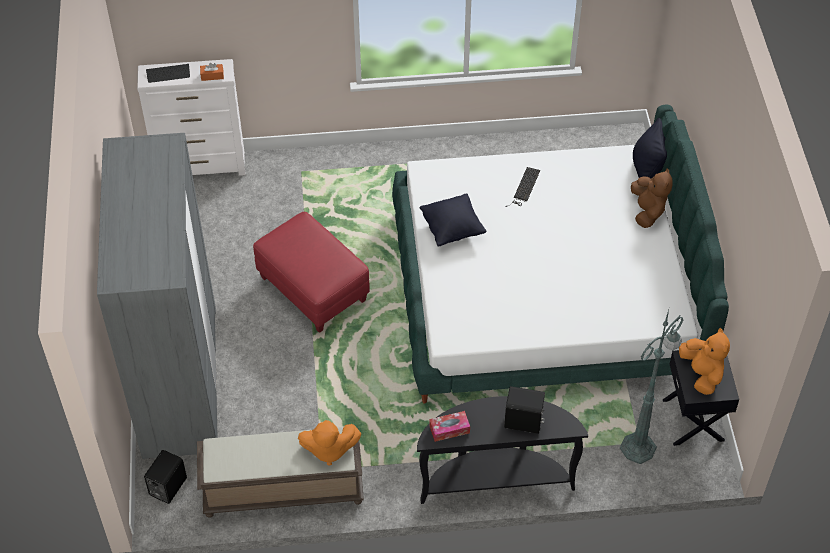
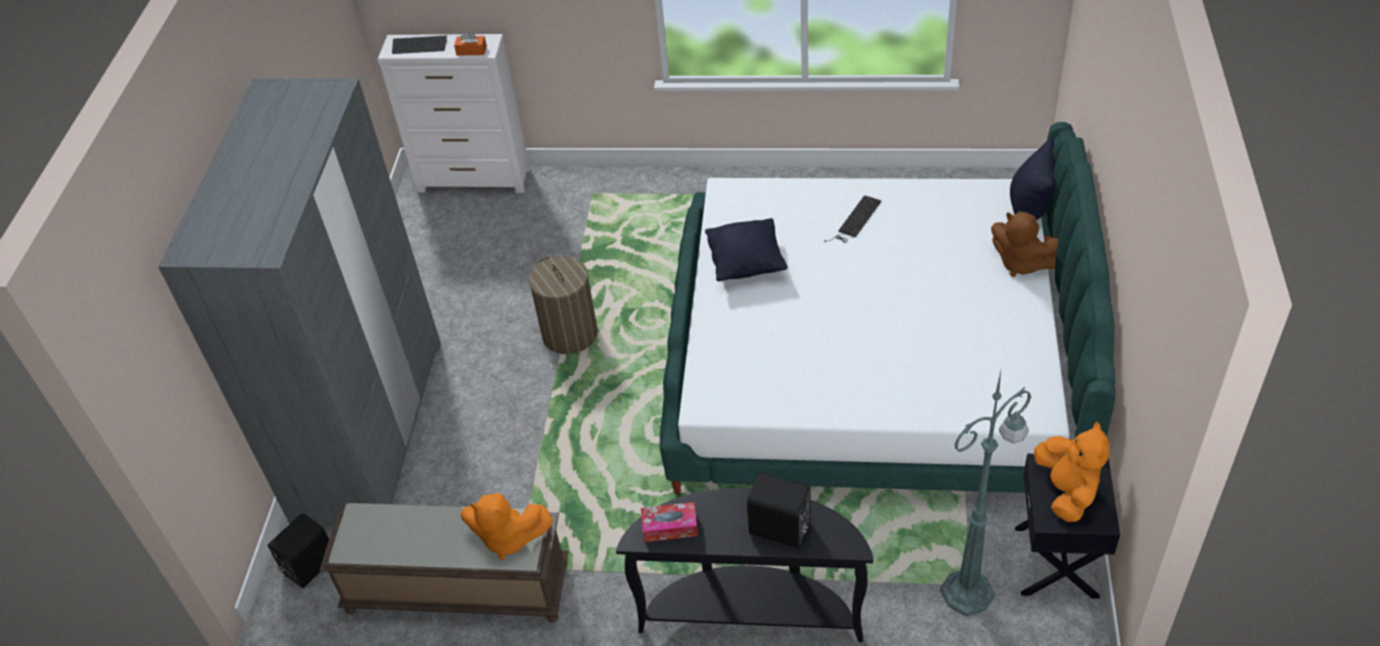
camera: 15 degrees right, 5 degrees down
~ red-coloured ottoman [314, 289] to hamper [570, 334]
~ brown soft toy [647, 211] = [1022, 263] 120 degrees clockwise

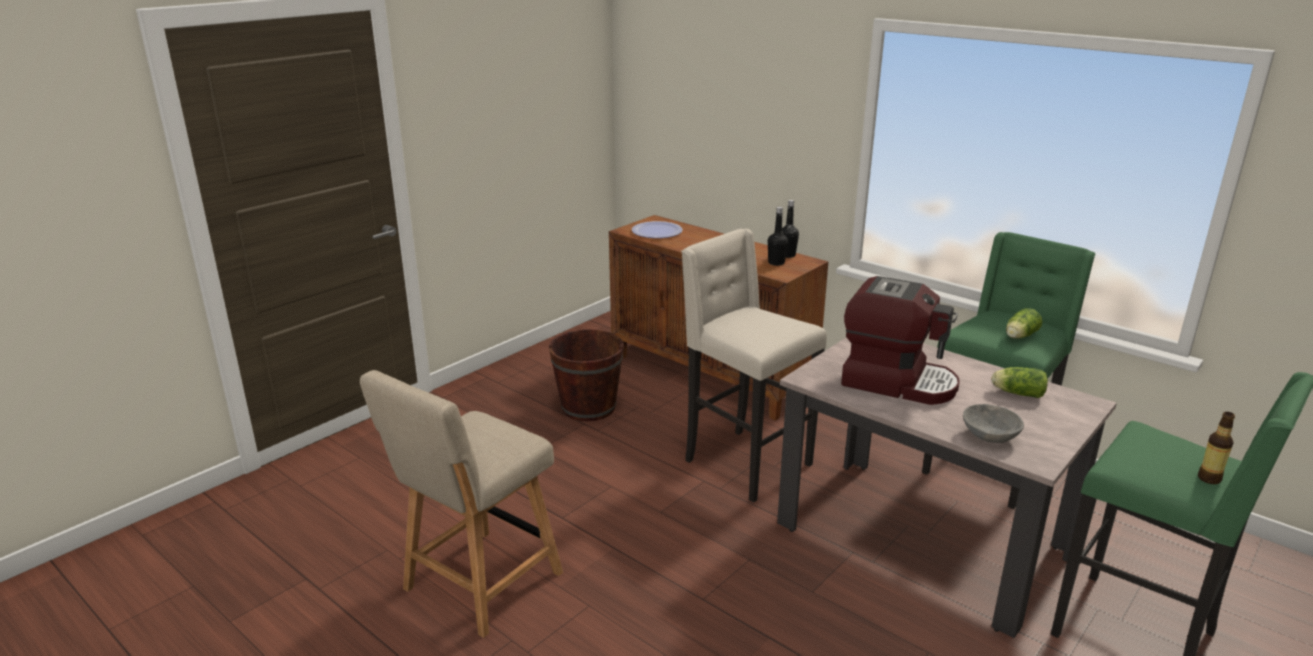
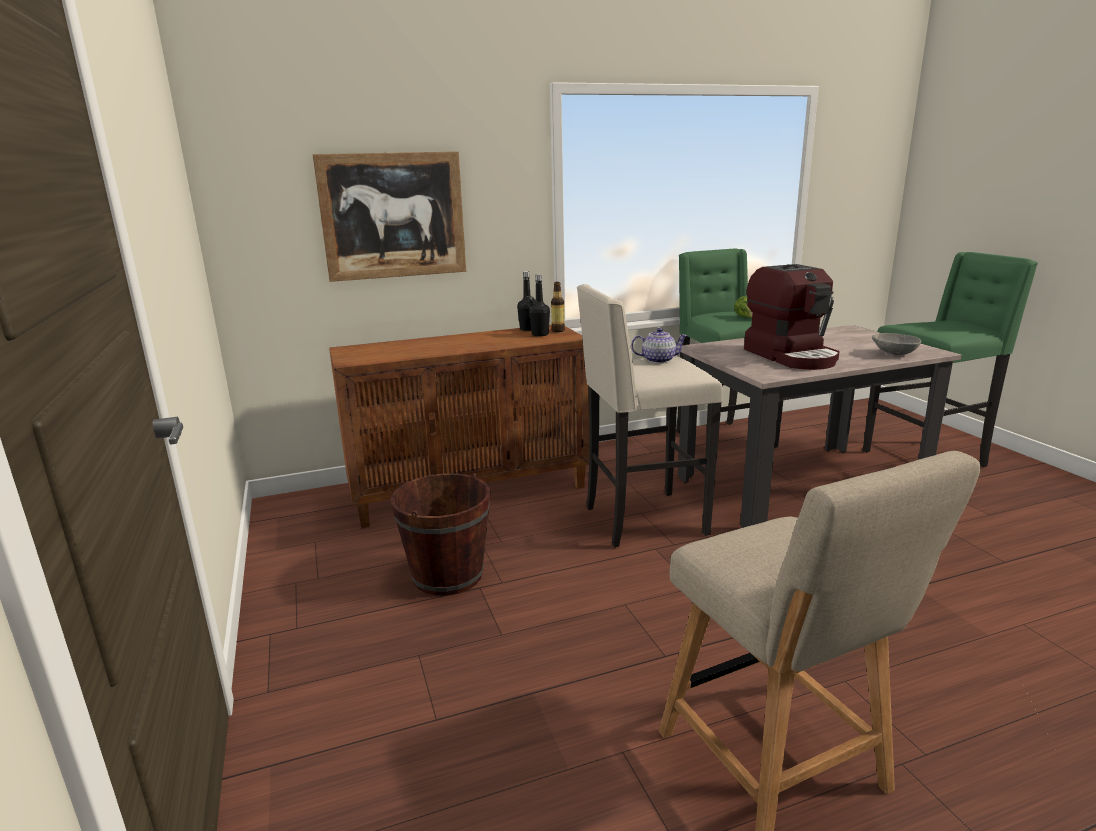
camera: 60 degrees left, 5 degrees down
+ picture [393, 216]
~ beverage bottle [1209, 478] to [558, 330]
+ teapot [658, 360]
~ coffee maker [897, 382] = [792, 356] 105 degrees clockwise
- flat dish [657, 231]
- lettuce [1016, 393]

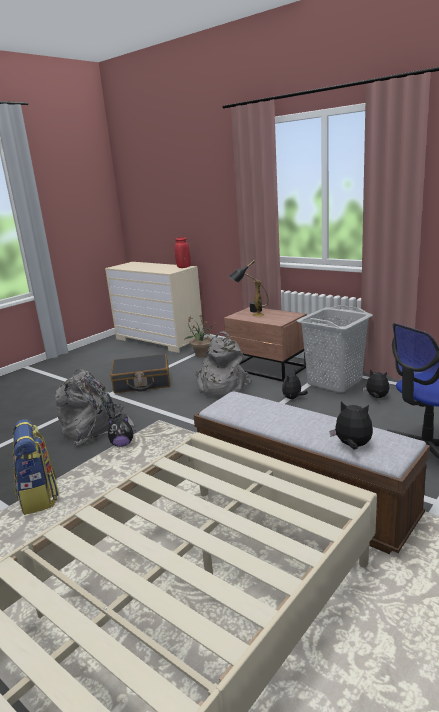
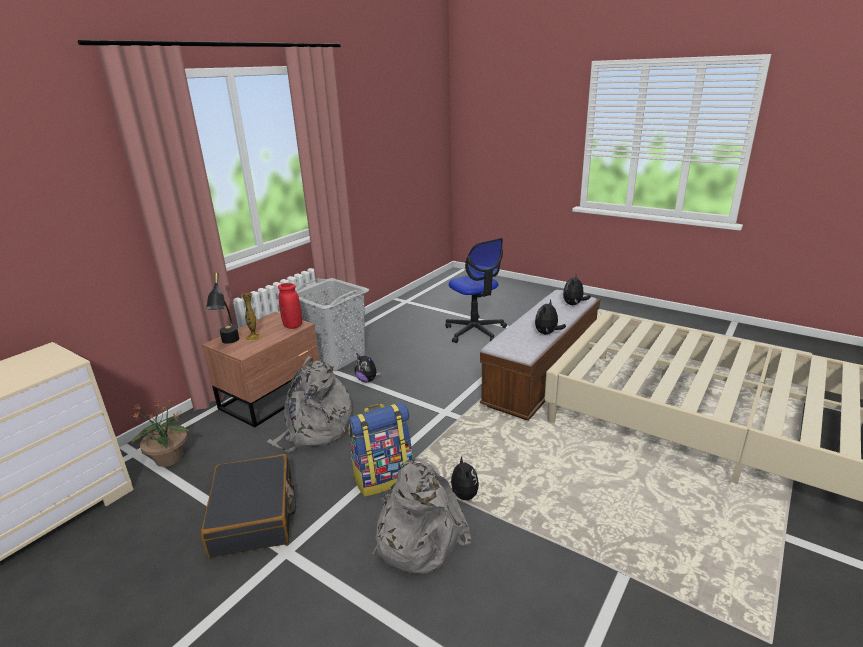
camera: 95 degrees left, 5 degrees up
~ red-coloured flower vase [184, 267] to [293, 326]
~ backpack [39, 497] to [384, 478]
~ soft toy [376, 397] to [547, 333]

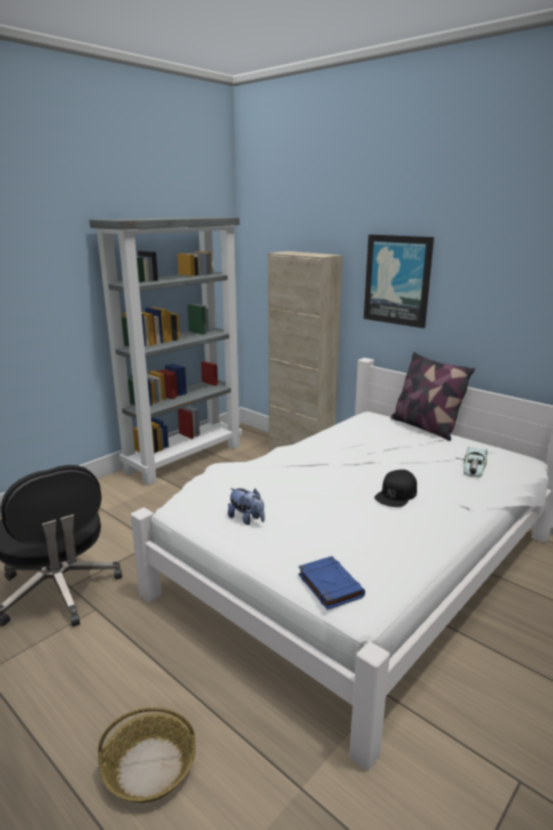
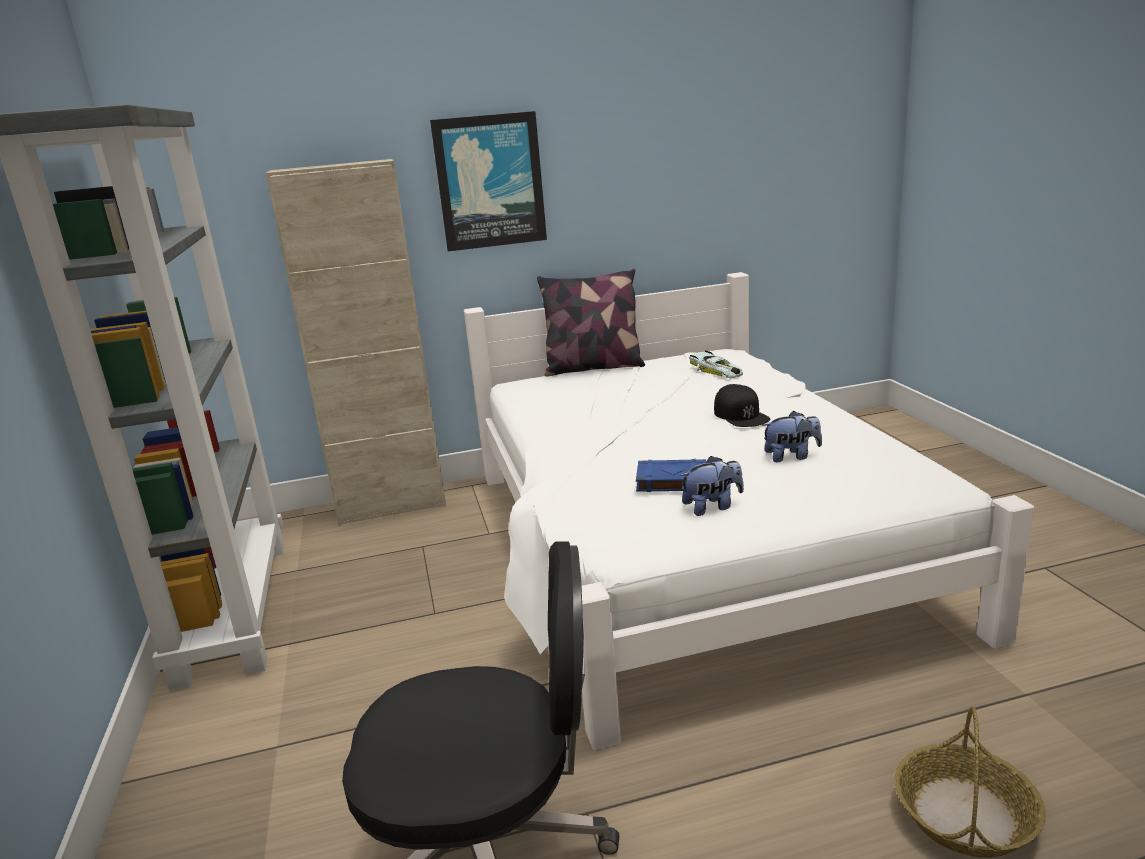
camera: 55 degrees left, 0 degrees up
~ blue volume [329, 585] to [671, 481]
+ soft toy [791, 456]

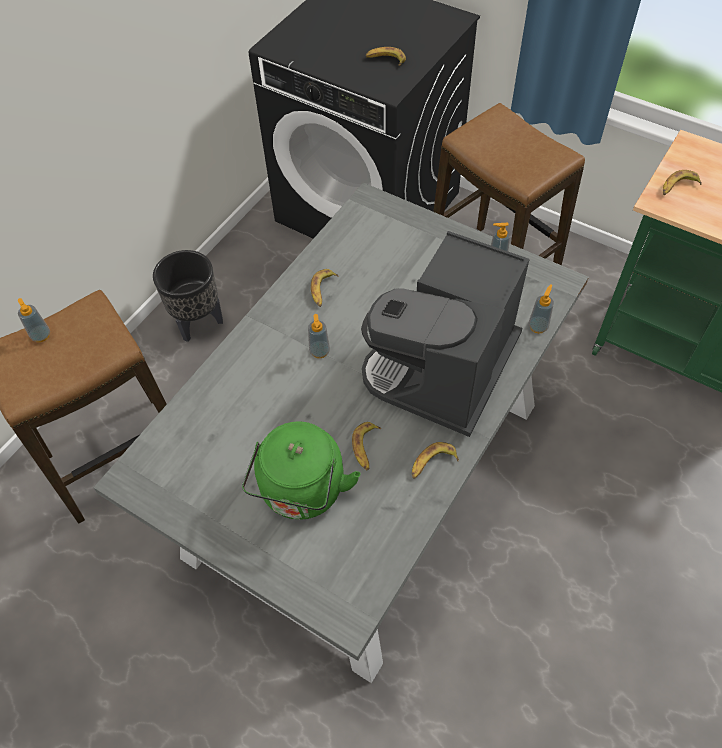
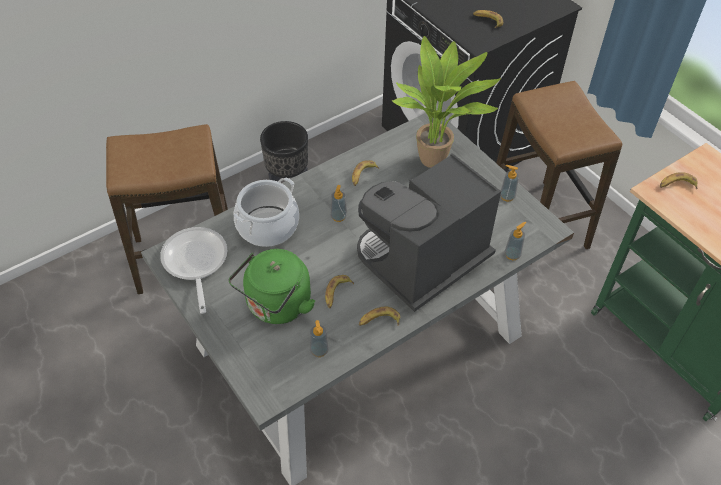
camera: 20 degrees right, 5 degrees down
+ frying pan [195, 263]
+ saucepot [268, 226]
~ soap bottle [41, 335] to [319, 350]
+ plant in a pot [436, 161]

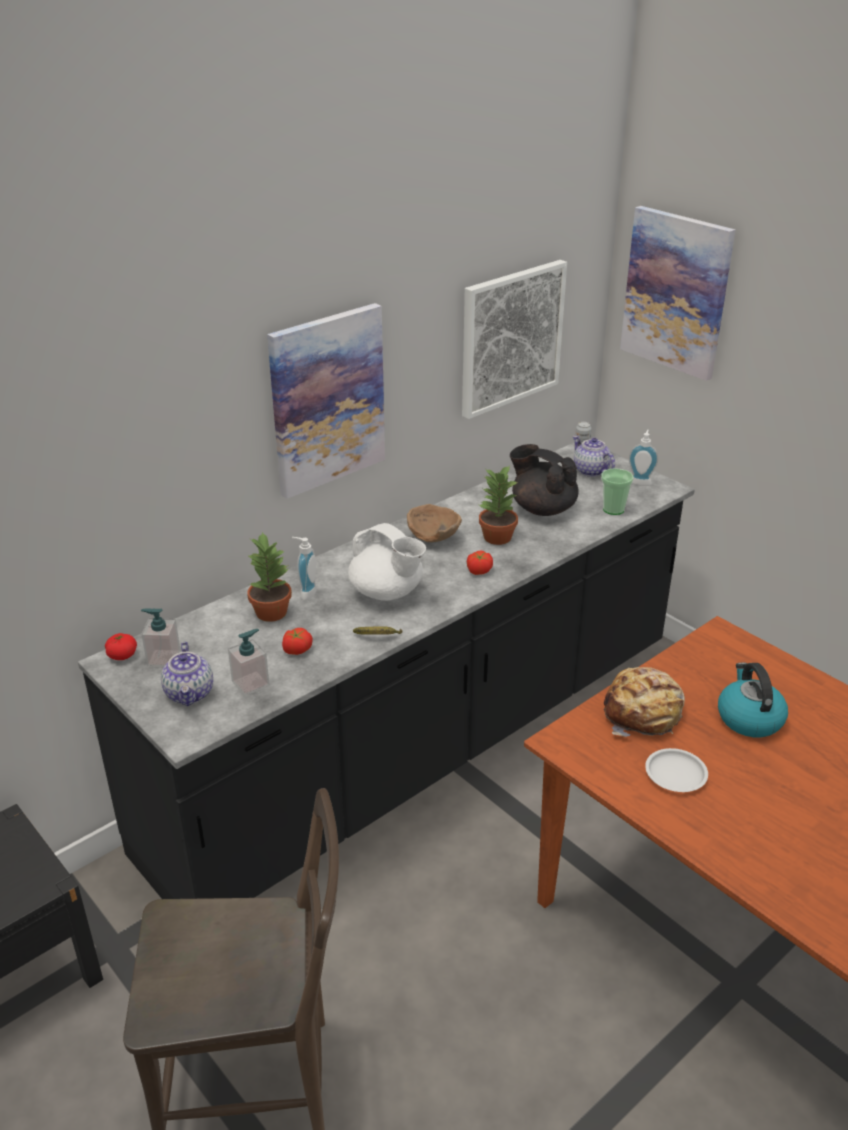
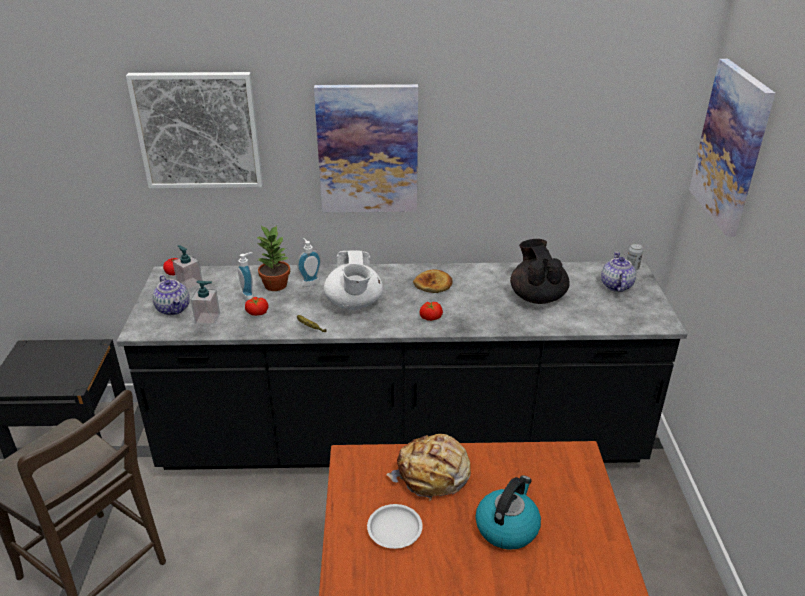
camera: 40 degrees right, 0 degrees up
~ picture [511, 337] to [198, 130]
~ teapot [190, 693] = [174, 309] 60 degrees counterclockwise
~ soap bottle [640, 481] to [250, 296]
~ brown bowl [435, 538] to bakery bread [433, 284]
- plant in a pot [496, 537]
- small cup [613, 509]

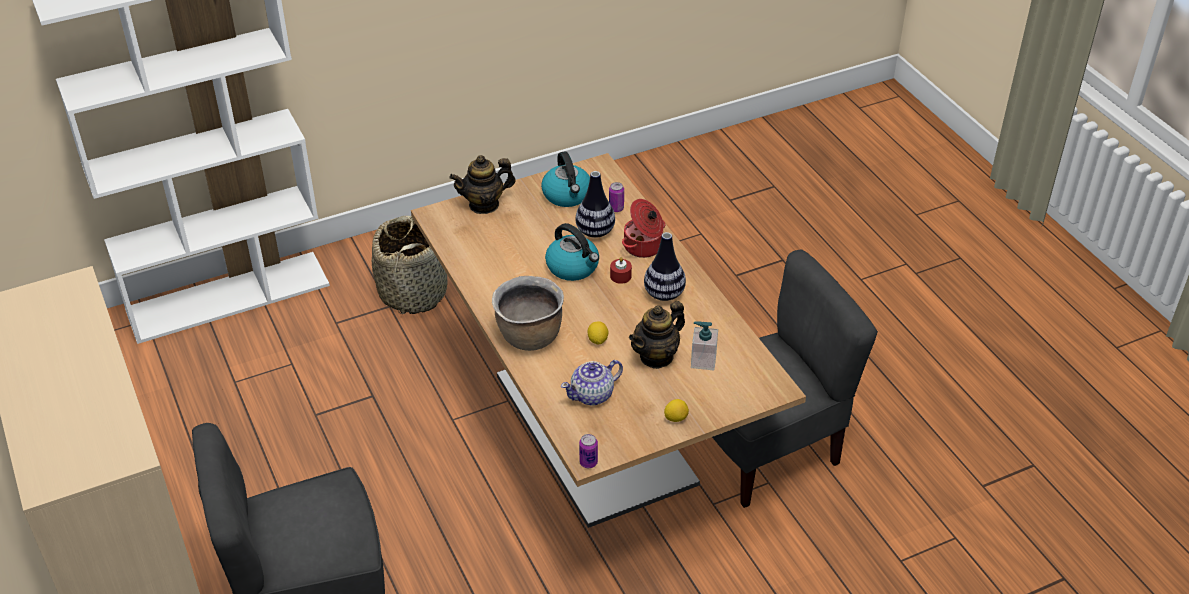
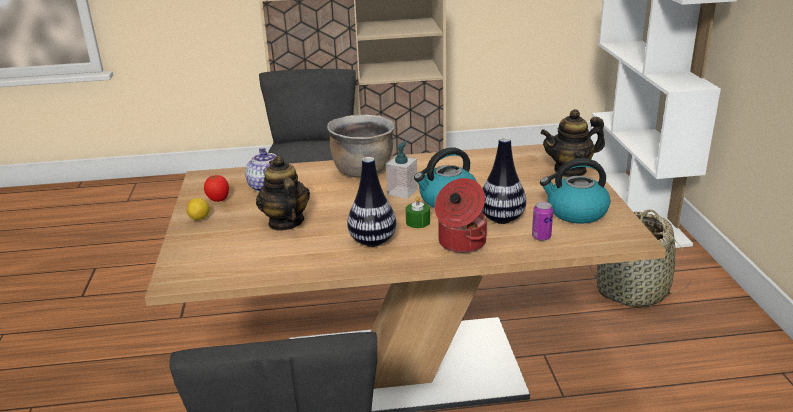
camera: 110 degrees right, 15 degrees down
+ whole tomato [218, 200]
~ soap bottle [703, 361] to [402, 192]
~ red-coloured candle [620, 276] to greenish candle [418, 222]
~ teapot [484, 204] = [570, 170] 105 degrees counterclockwise
- sealed can [588, 462]
- lemon [597, 340]

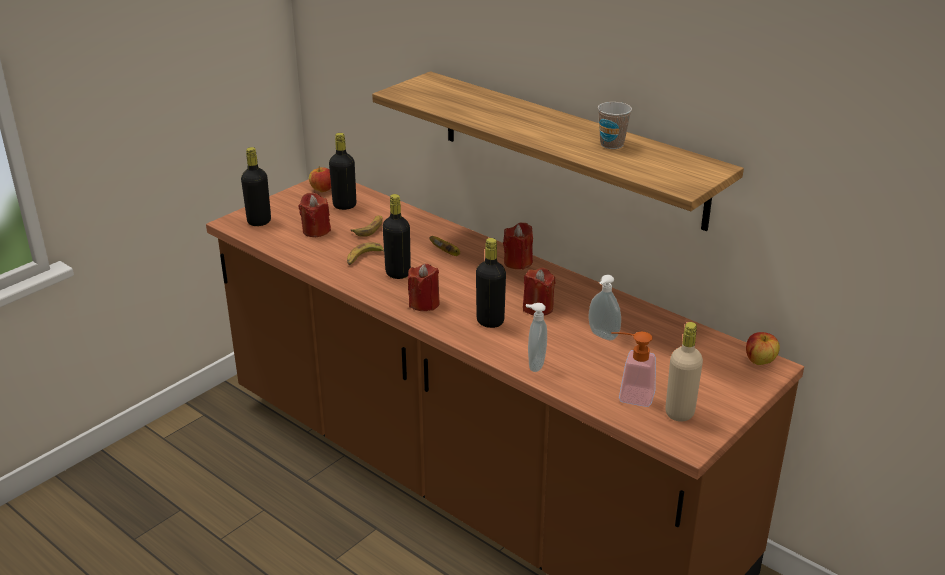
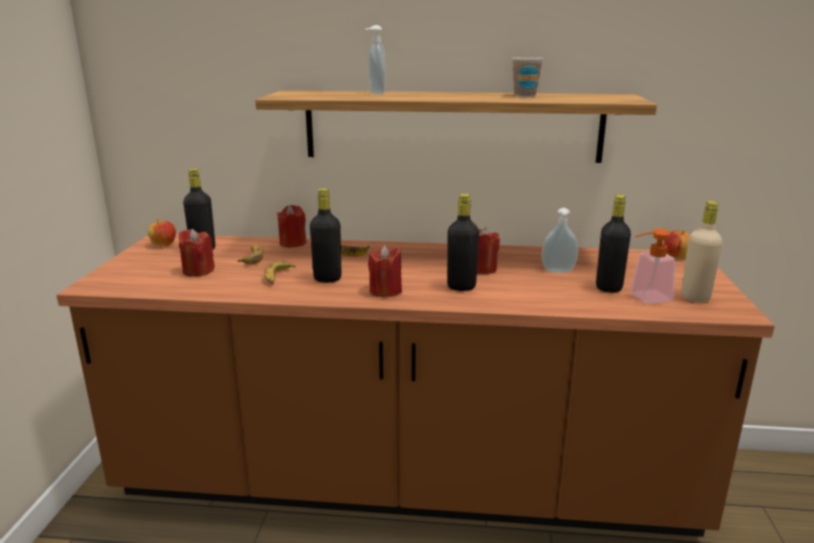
camera: 35 degrees left, 10 degrees down
~ red-coloured candle [518, 262] to [293, 243]
~ soap bottle [534, 365] to [375, 93]
~ black-coloured beverage bottle [259, 222] to [609, 288]

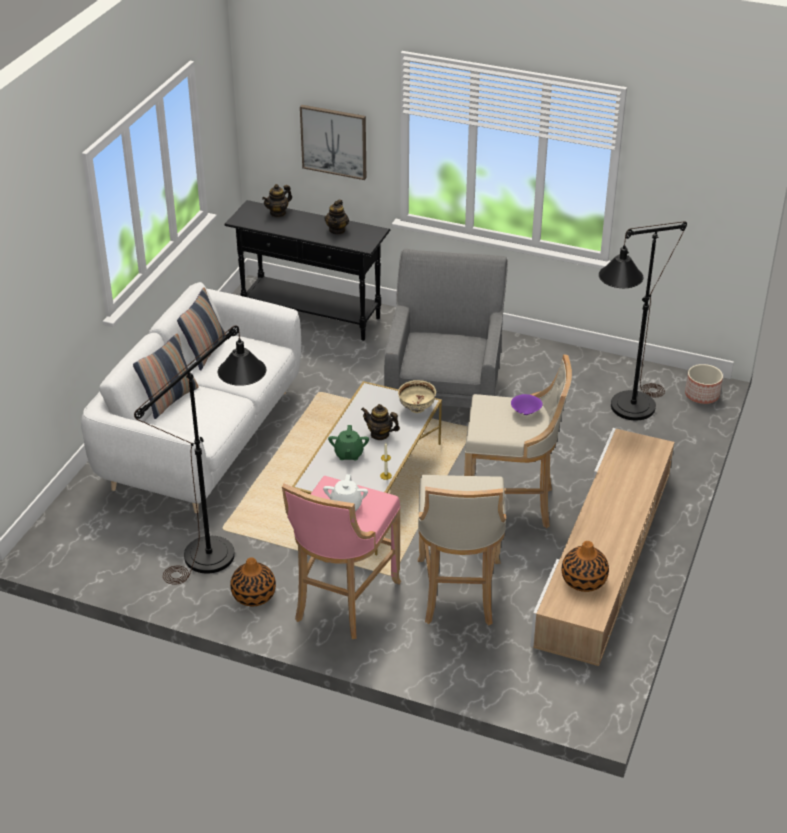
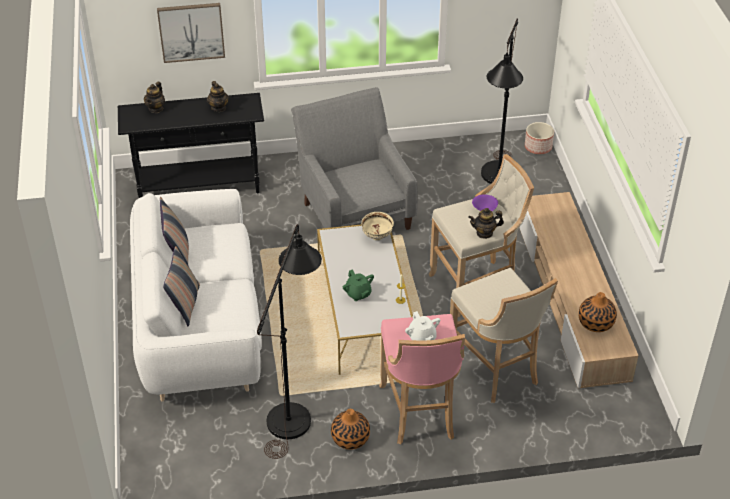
camera: 30 degrees left, 5 degrees up
~ teapot [380, 434] to [484, 233]

